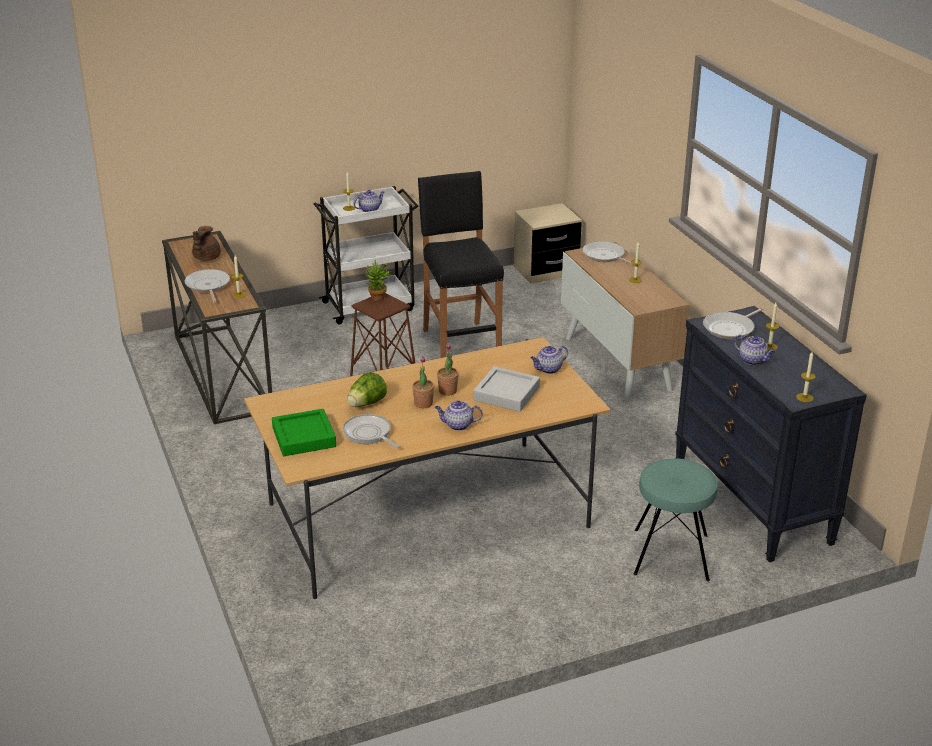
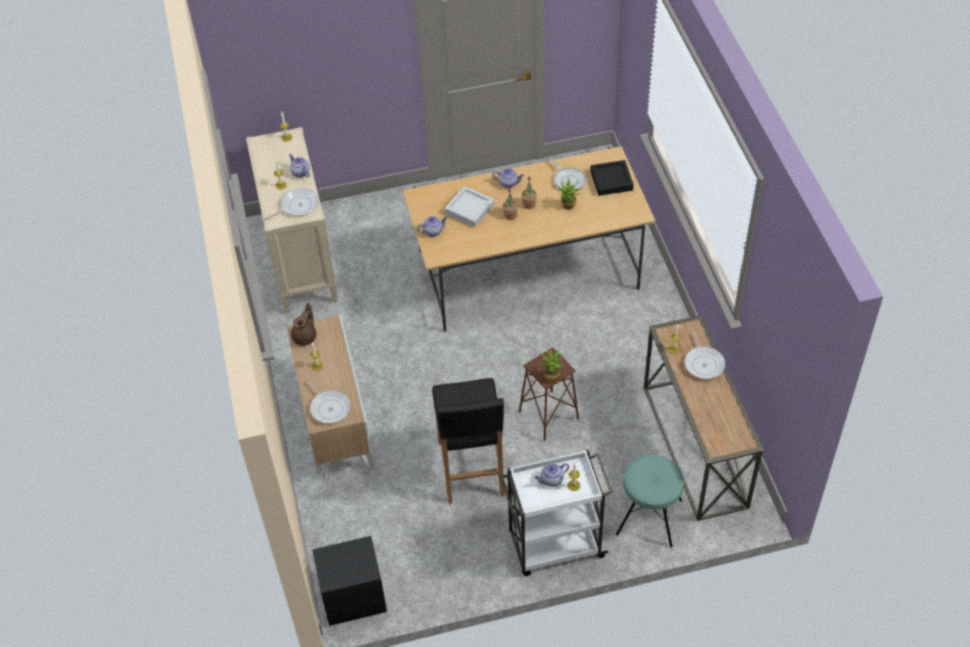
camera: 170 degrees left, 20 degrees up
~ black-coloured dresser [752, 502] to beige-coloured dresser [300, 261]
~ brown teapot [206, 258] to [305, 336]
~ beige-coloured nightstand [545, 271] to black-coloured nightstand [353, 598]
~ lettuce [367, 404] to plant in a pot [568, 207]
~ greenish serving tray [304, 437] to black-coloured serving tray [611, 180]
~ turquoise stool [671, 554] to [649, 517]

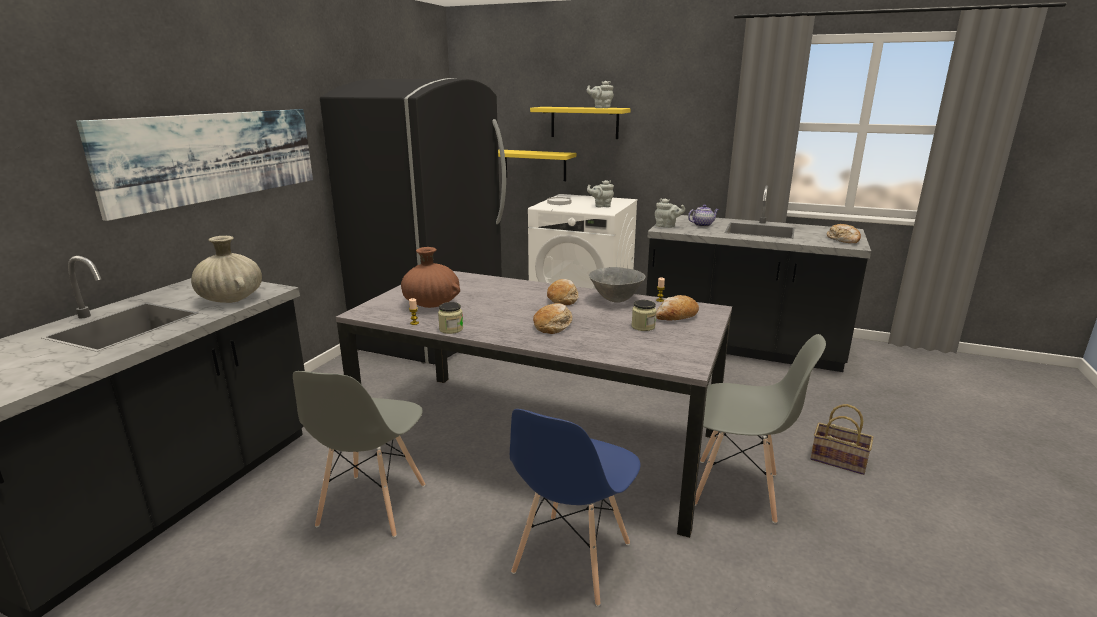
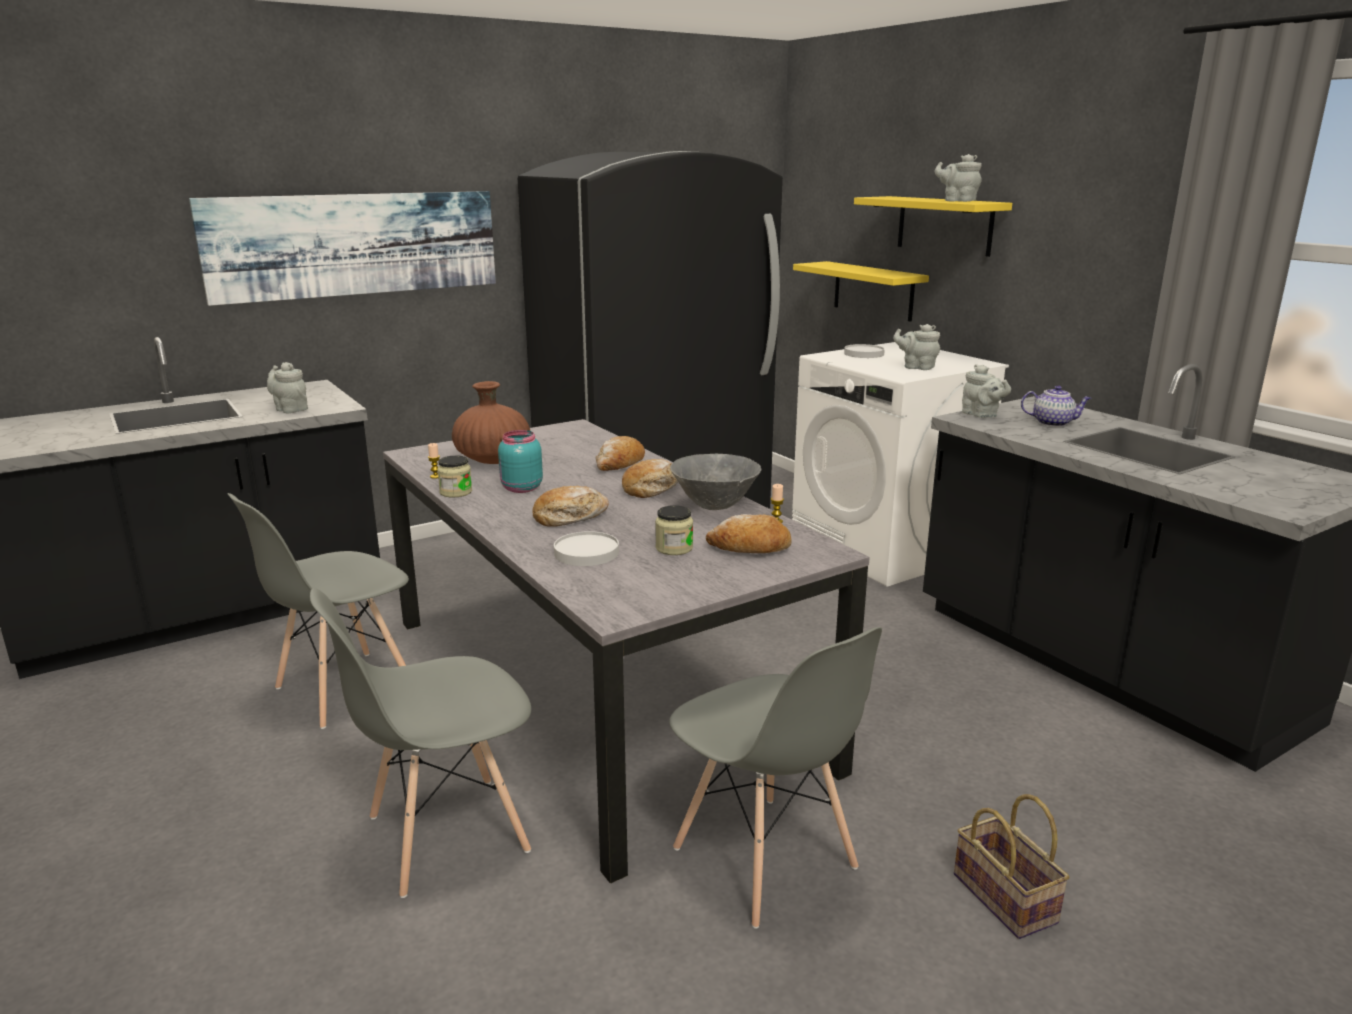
camera: 35 degrees right, 0 degrees up
~ beige-coloured flower vase [231, 299] to grey teapot [290, 409]
~ blue upright chair [571, 558] to grey upright chair [446, 834]
+ turquoise preserve jar [520, 488]
+ white-coloured flat dish [586, 553]
~ bakery bread [843, 240] to [619, 464]

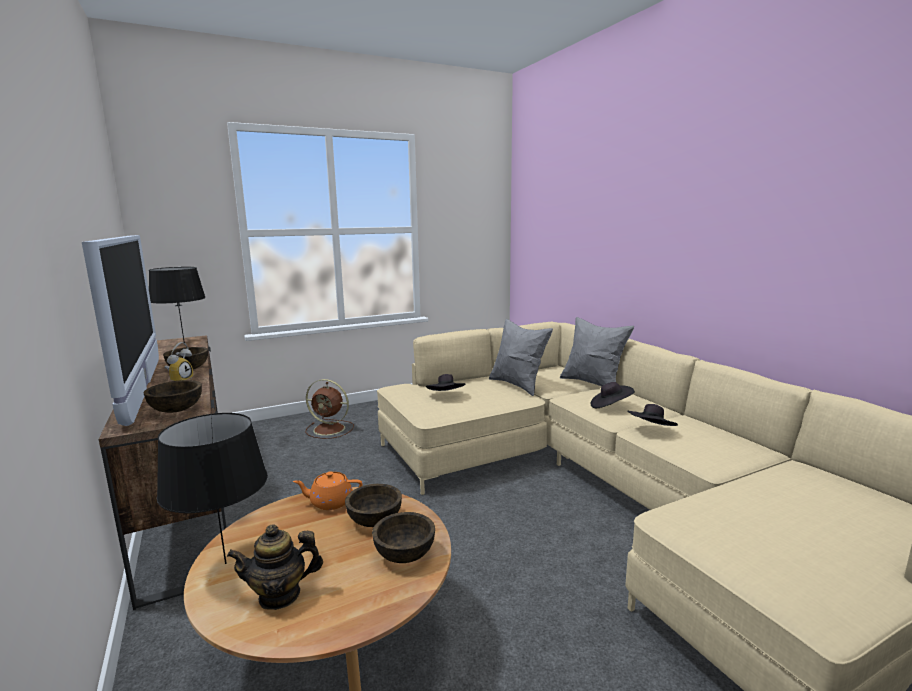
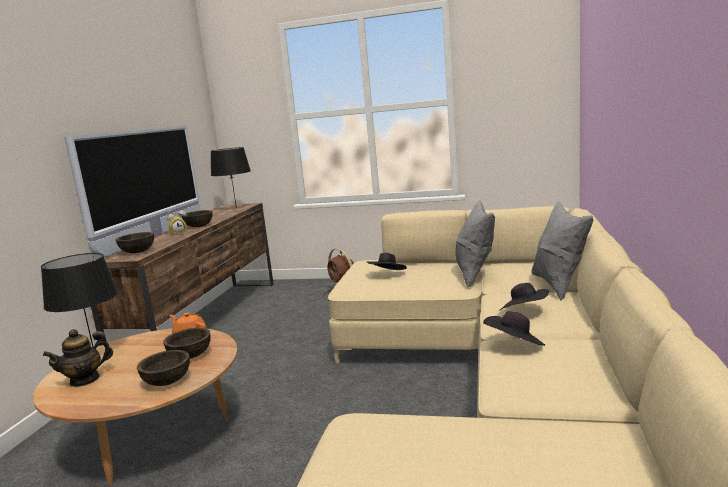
camera: 40 degrees right, 0 degrees up
~ teapot [280, 595] = [85, 380] 60 degrees counterclockwise

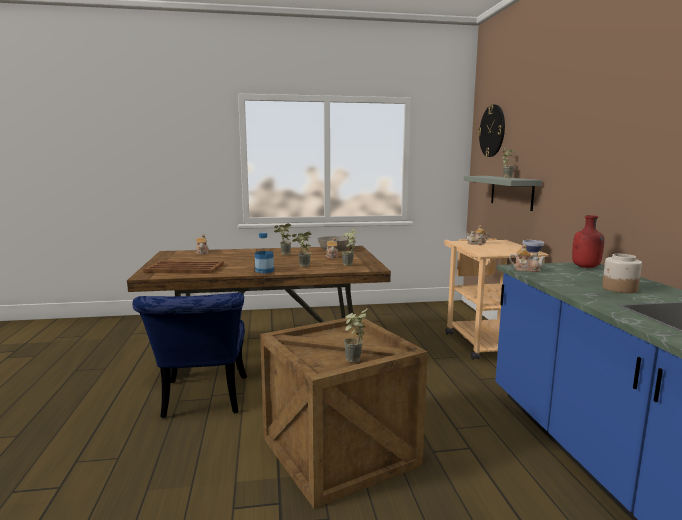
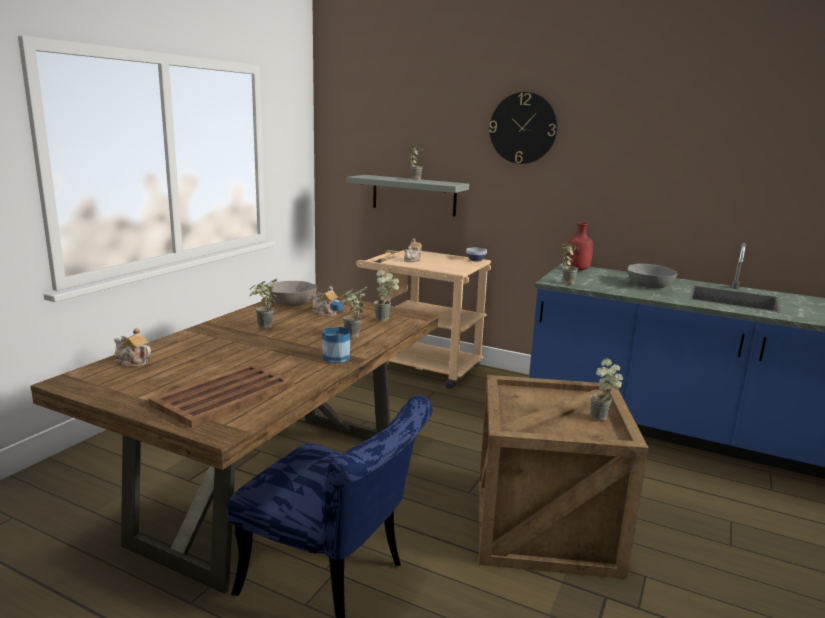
camera: 55 degrees left, 5 degrees up
~ wall clock [492, 131] to [523, 128]
~ teapot [526, 269] to plant in a pot [565, 282]
~ preserve jar [619, 289] to grey bowl [649, 285]

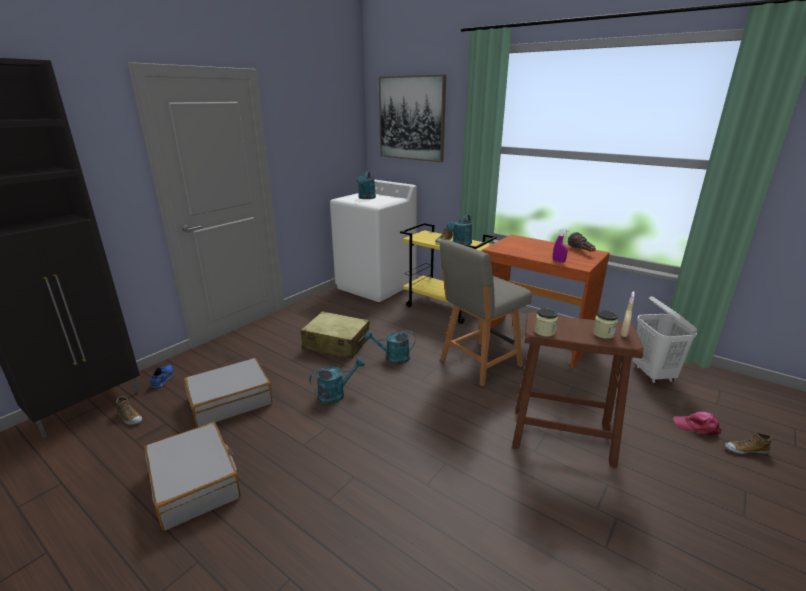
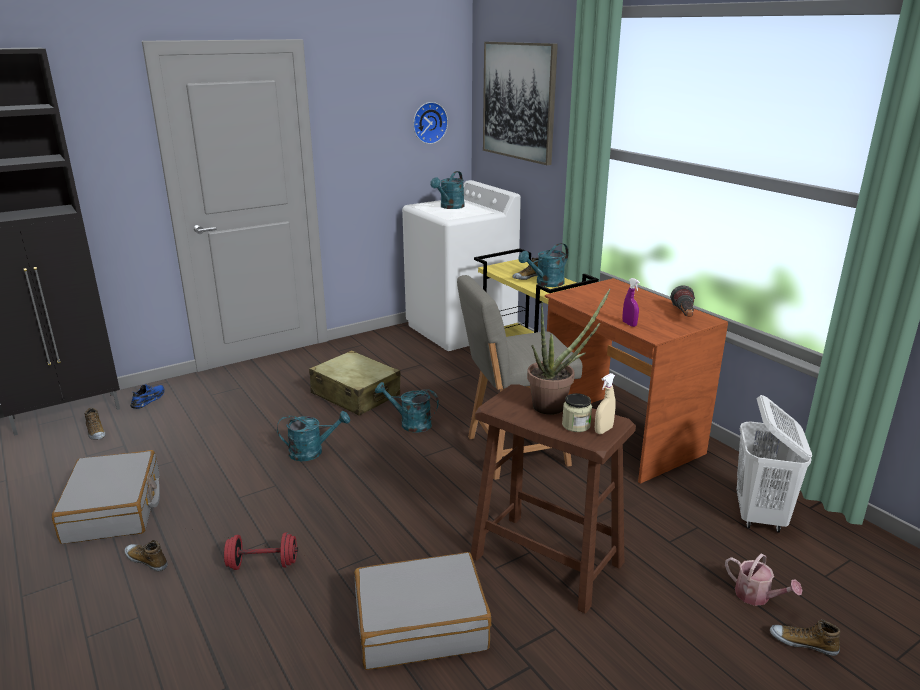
camera: 20 degrees right, 0 degrees up
+ shoe [147, 560]
+ red-coloured dumbbell [263, 564]
~ grey suitcase [230, 401] to [420, 624]
+ wall clock [429, 122]
+ plant in a pot [556, 406]
~ pink-coloured baseball cap [697, 427] to sprinkling can [757, 596]
- preserve jar [544, 332]

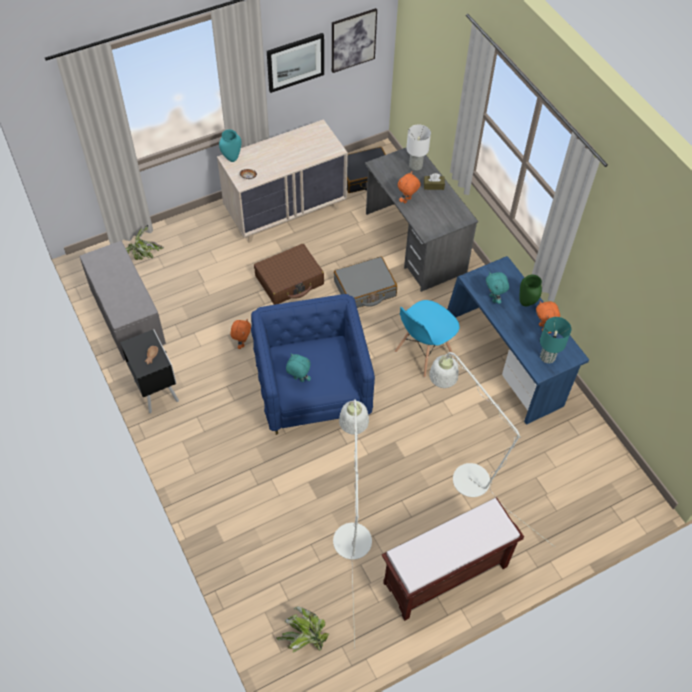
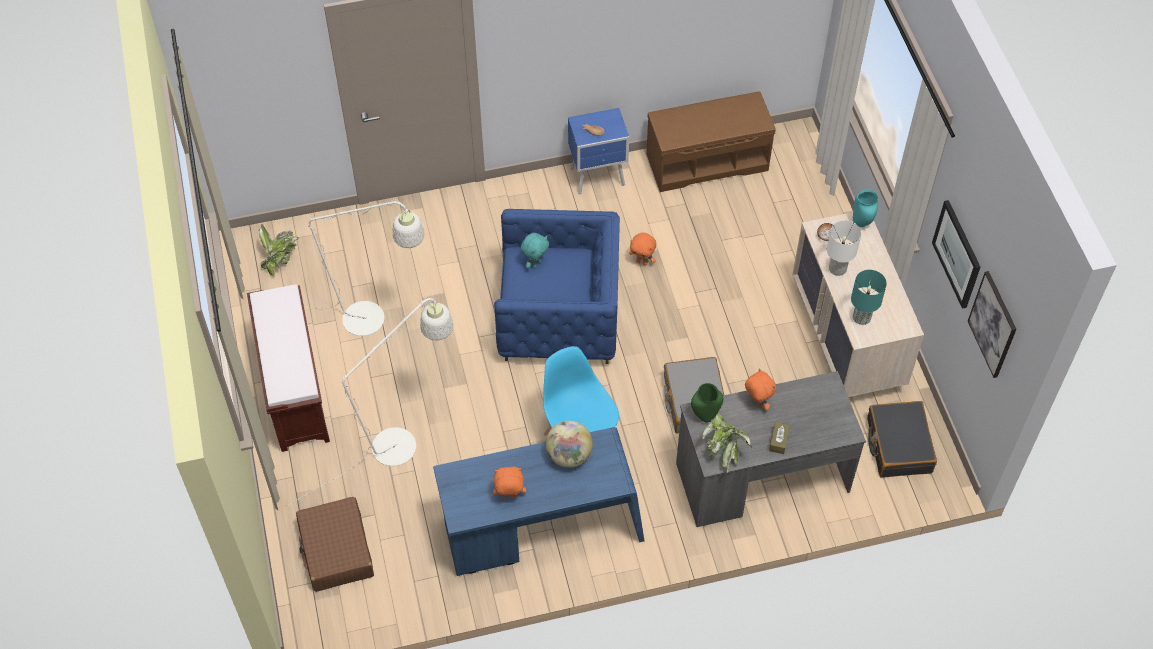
camera: 105 degrees right, 0 degrees up
~ brown suitcase [289, 280] to [336, 550]
~ turquoise soft toy [493, 298] to desk globe [569, 455]
~ black-coloured nightstand [156, 390] to blue nightstand [599, 178]
~ grey bench [126, 316] to brown bench [707, 161]
~ greenish flower vase [527, 303] to [705, 417]
~ plant in a pot [143, 256] to [724, 450]
~ white-coloured tabletop lamp [416, 166] to [837, 268]
~ turquoise tabletop lamp [547, 357] to [861, 317]

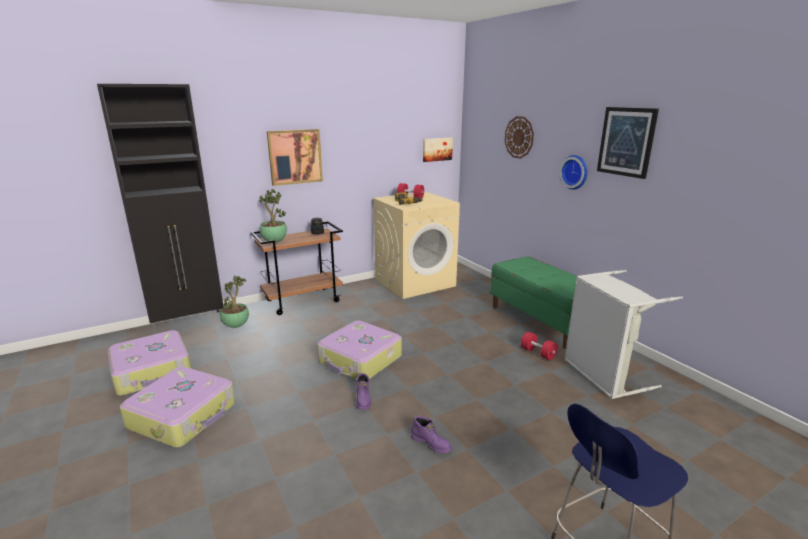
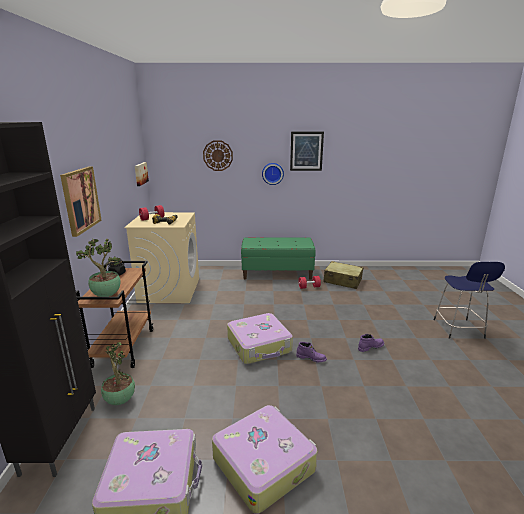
camera: 60 degrees left, 0 degrees up
~ grey hamper [602, 375] to beige-coloured suitcase [342, 281]

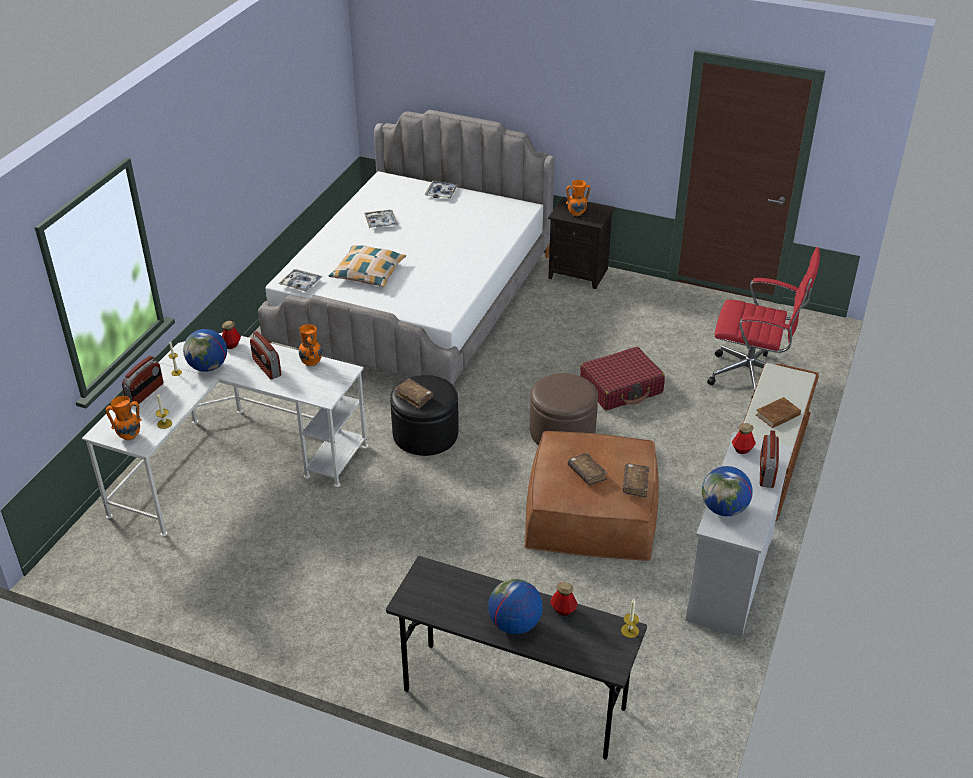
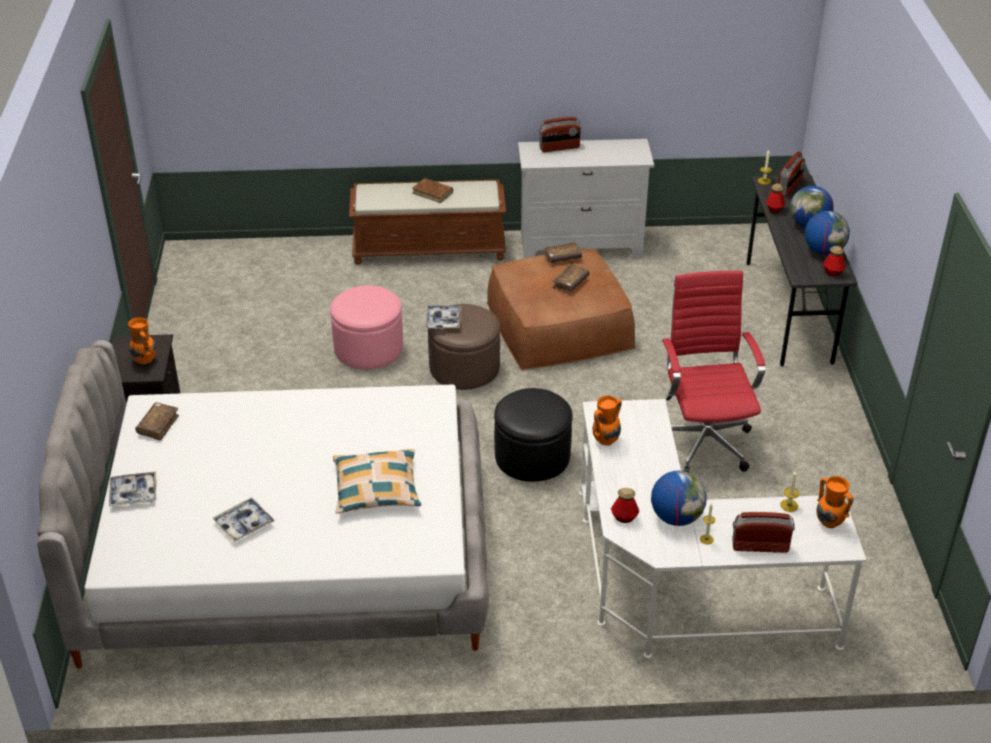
camera: 115 degrees left, 0 degrees up
~ brown volume [414, 397] to [158, 425]
~ red-coloured suitcase [621, 388] to pink-coloured ottoman [368, 348]
~ serving tray [301, 284] to [443, 321]
~ red-coloured office chair [752, 377] to [703, 441]
~ radio [266, 368] to [789, 187]
~ desk globe [724, 509] to [823, 251]
~ beverage bottle [742, 449] to [833, 272]

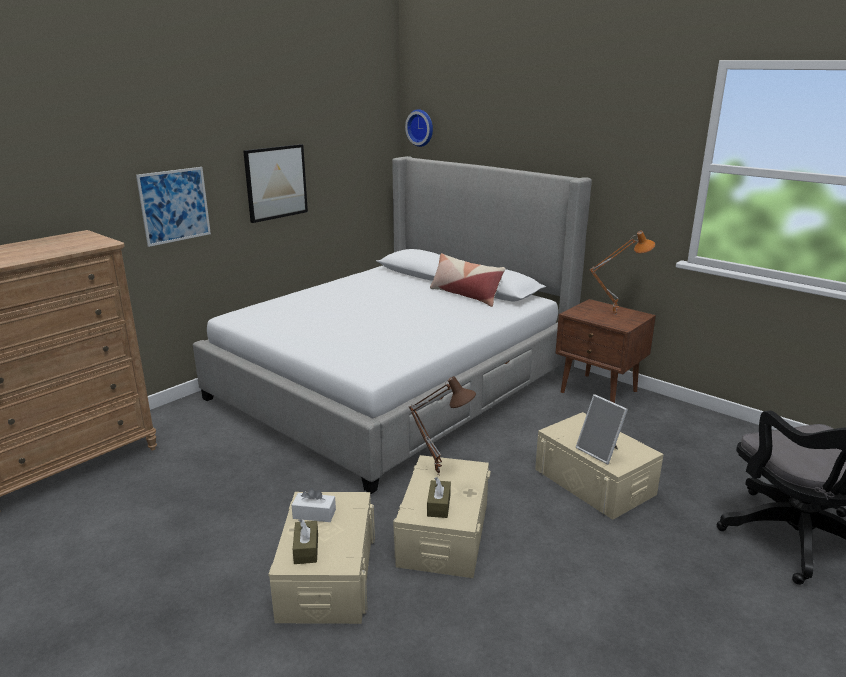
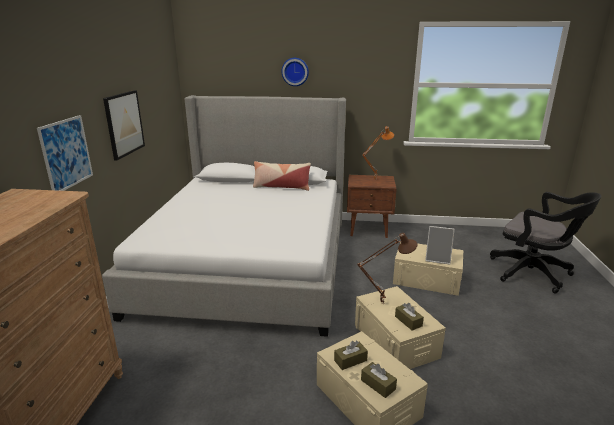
camera: 35 degrees left, 0 degrees up
~ wall clock [421, 127] to [295, 71]
~ white-coloured box of tissues [314, 514] to brown box of tissues [350, 360]

